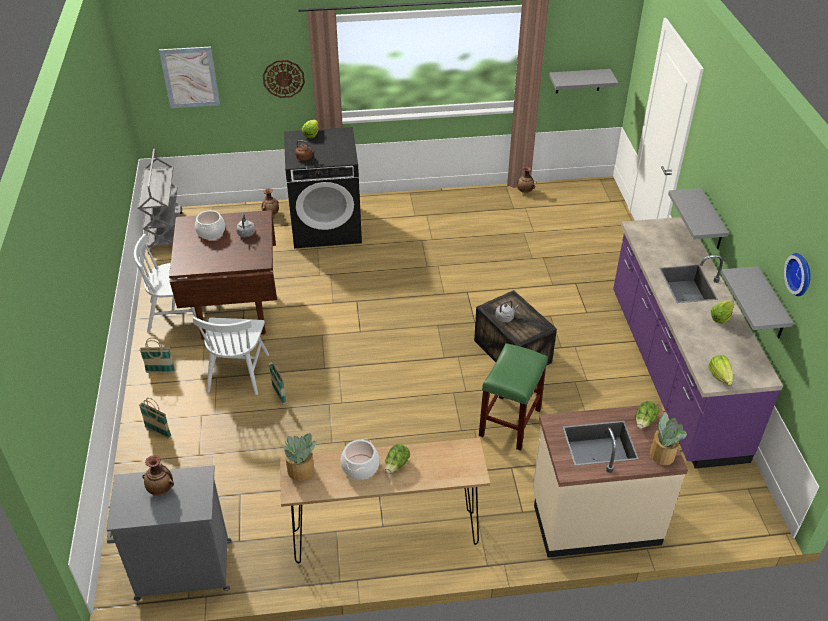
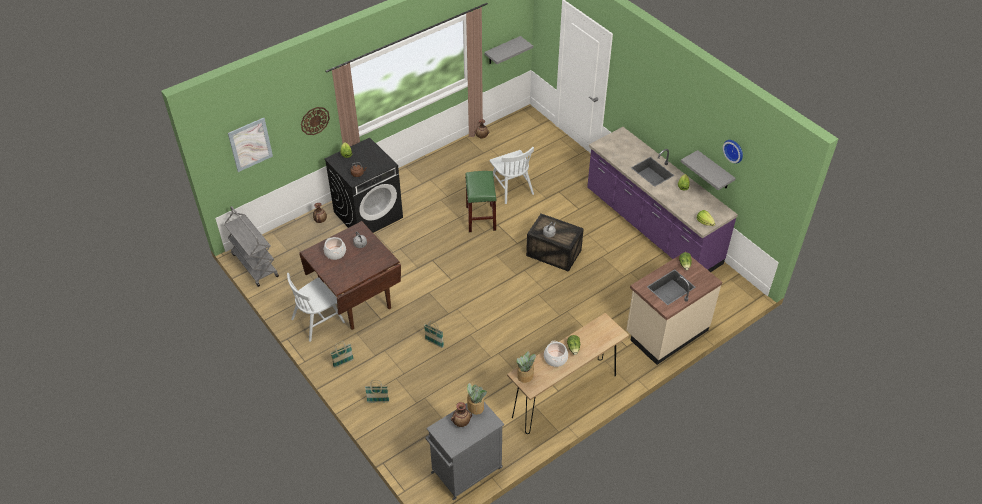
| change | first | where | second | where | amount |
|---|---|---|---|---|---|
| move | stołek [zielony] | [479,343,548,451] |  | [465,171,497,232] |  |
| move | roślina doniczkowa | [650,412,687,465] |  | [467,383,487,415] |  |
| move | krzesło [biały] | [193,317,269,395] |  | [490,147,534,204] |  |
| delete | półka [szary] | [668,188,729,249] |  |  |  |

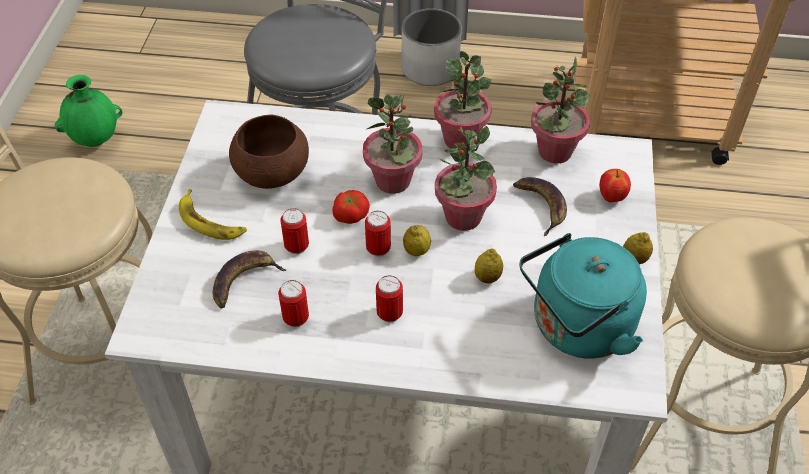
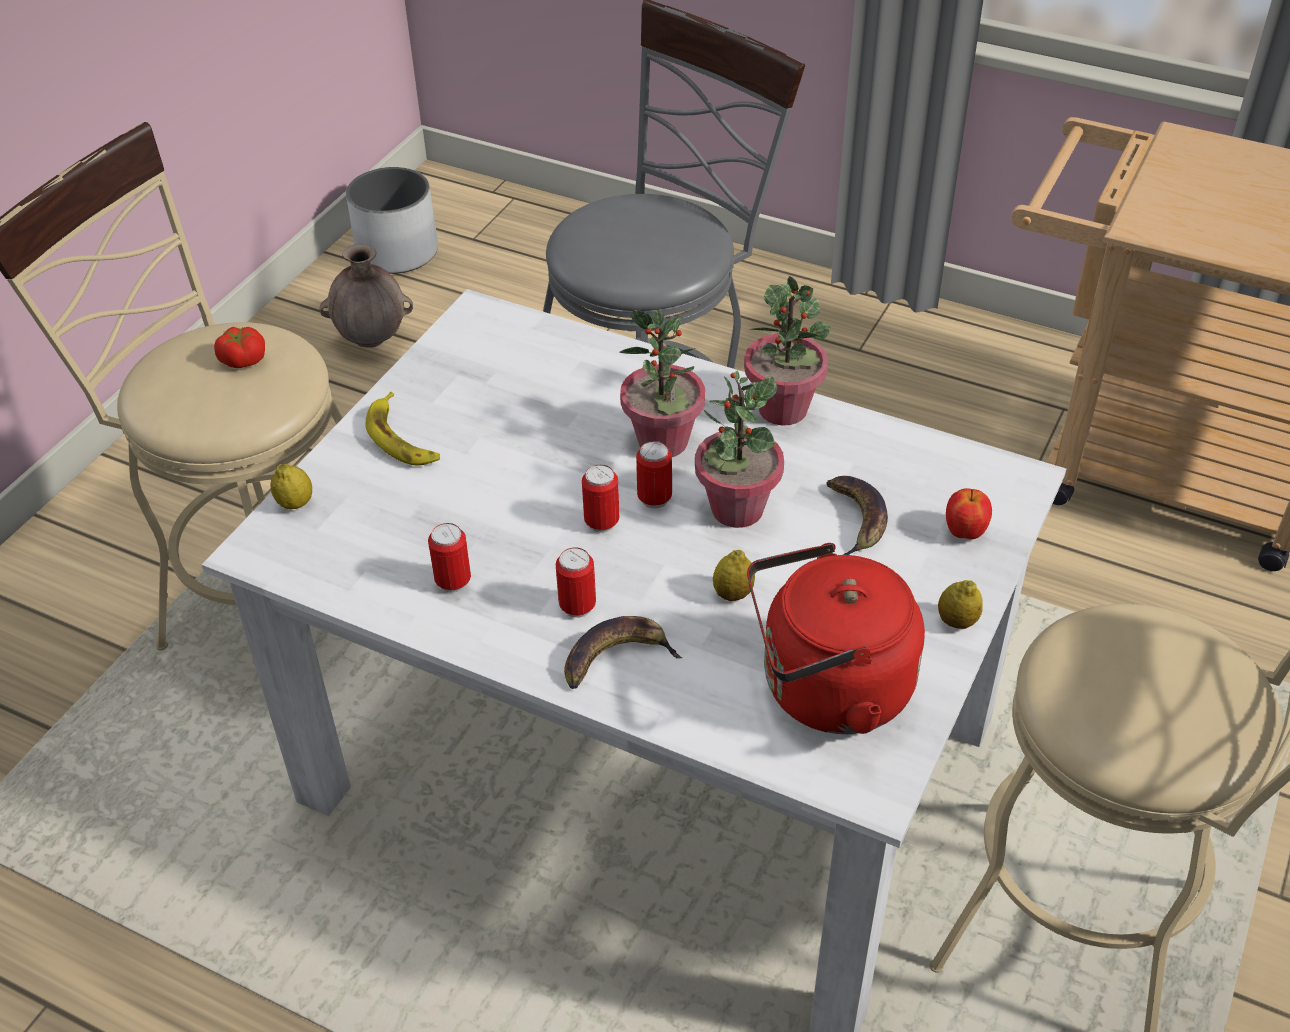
| change | first | where | second | where | amount |
|---|---|---|---|---|---|
| move | pomidor | [332,190,370,224] |  | [214,327,265,368] |  |
| move | cytryna | [403,225,431,256] |  | [270,464,312,509] |  |
| recolor | wazon [zielony] | [55,75,123,147] | wazon [brązowy] | [320,244,413,348] |  |
| move | donica [biały] | [401,9,461,86] |  | [346,167,438,274] |  |
| move | banan | [213,250,286,308] |  | [564,616,682,689] |  |
| move | puszka | [280,208,309,254] |  | [636,441,672,508] |  |
| recolor | czajnik [turkusowy] | [520,233,647,359] | czajnik [czerwony] | [747,543,925,734] |  |
| delete | miska [brązowy] | [229,115,309,189] |  |  |  |
| delete | roślina doniczkowa | [531,57,590,164] |  |  |  |

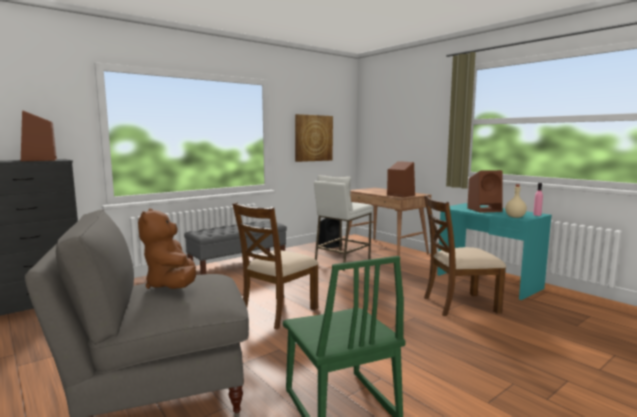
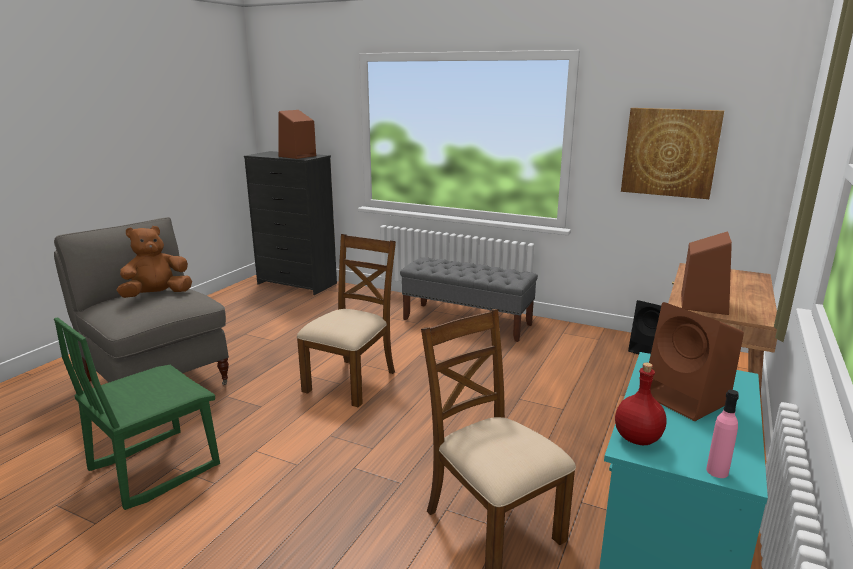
| change | first | where | second | where | amount |
|---|---|---|---|---|---|
| rotate | krzesło [brązowy] | [232,202,319,330] |  | [297,234,396,407] | 105 degrees clockwise |
| recolor | butelka [beżowy] | [505,184,527,218] | butelka [czerwony] | [615,363,667,445] |  |
| delete | stołek [biały] | [314,175,373,271] |  |  |  |

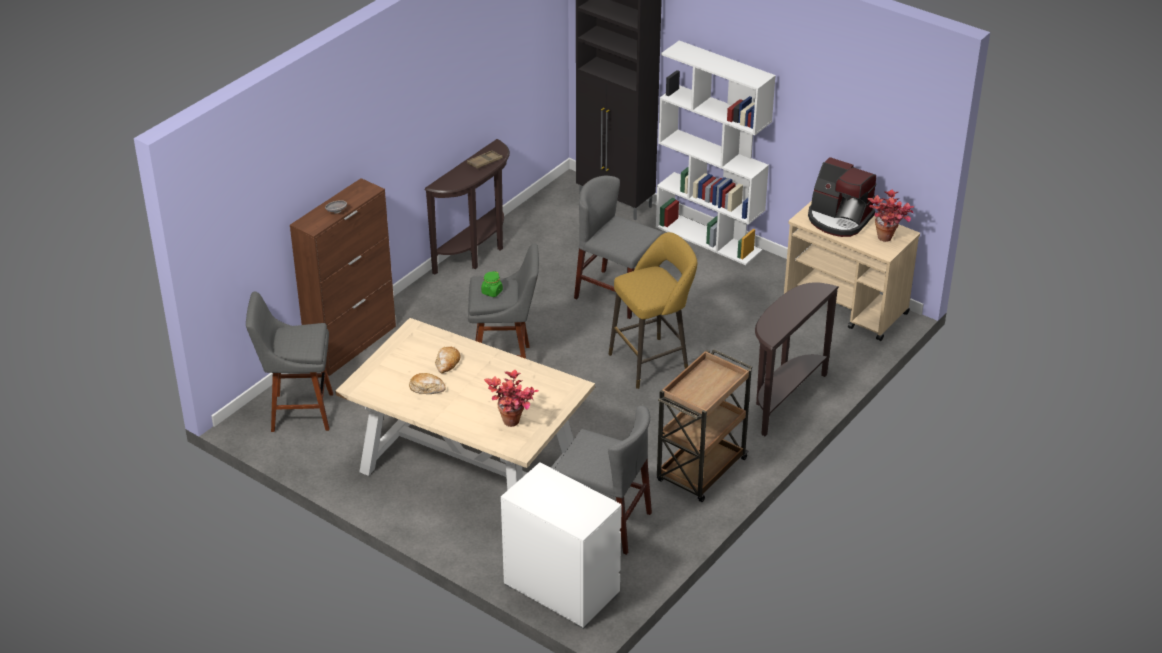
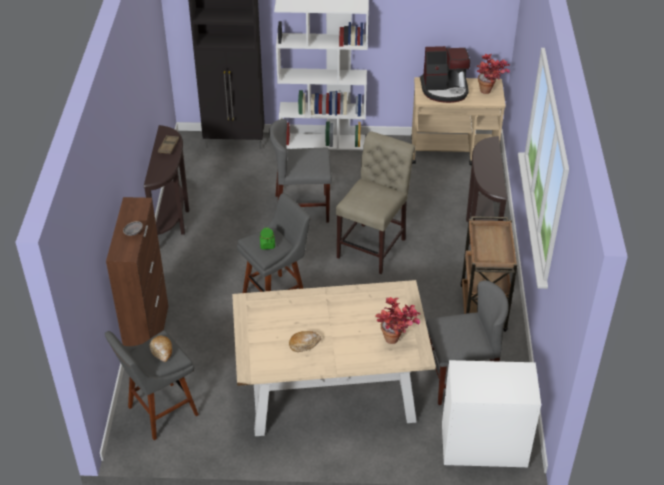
| change | first | where | second | where | amount |
|---|---|---|---|---|---|
| move | chleb | [435,347,460,373] |  | [150,336,172,362] |  |
| replace | stołek [żółty] | [608,232,697,389] | krzesło [beżowy] | [336,131,416,274] |  |

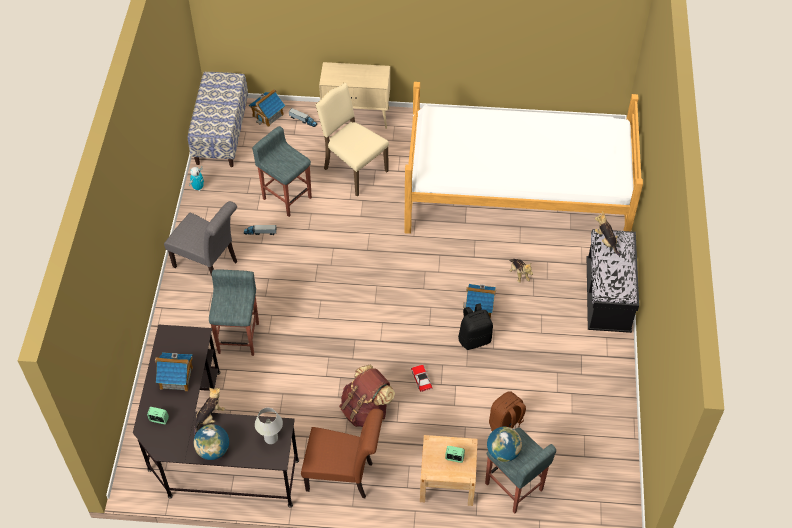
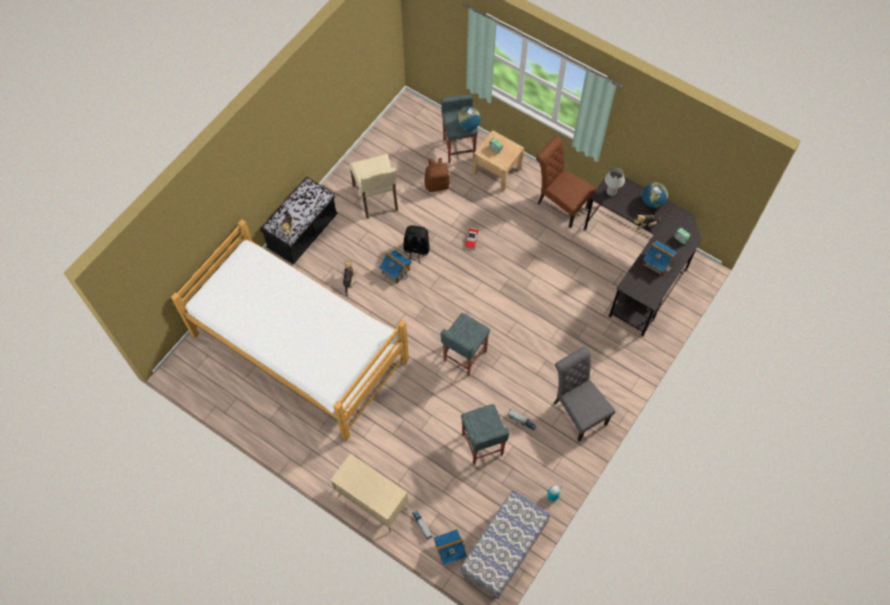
| change | first | where | second | where | amount |
|---|---|---|---|---|---|
| move | krzesło [beżowy] | [315,83,389,197] |  | [349,154,398,219] |  |
| move | stołek [szary] | [209,269,259,356] |  | [441,313,490,376] |  |
| delete | plecak [brązowy] | [339,365,395,427] |  |  |  |

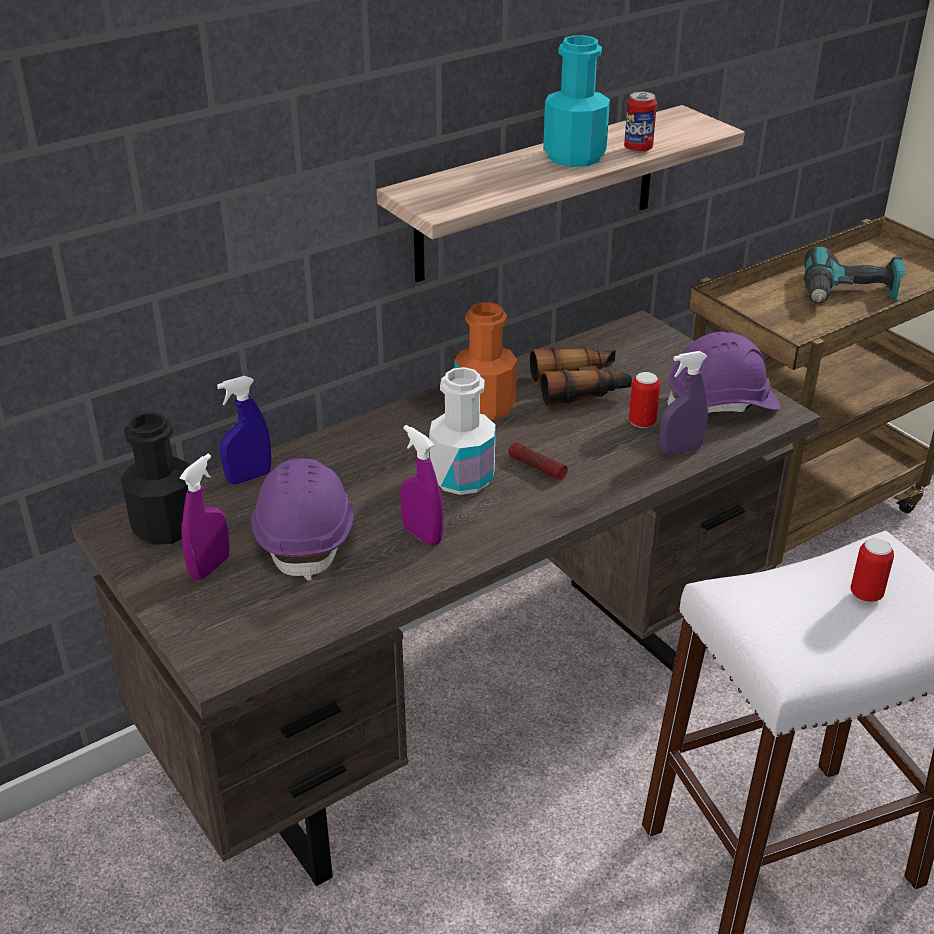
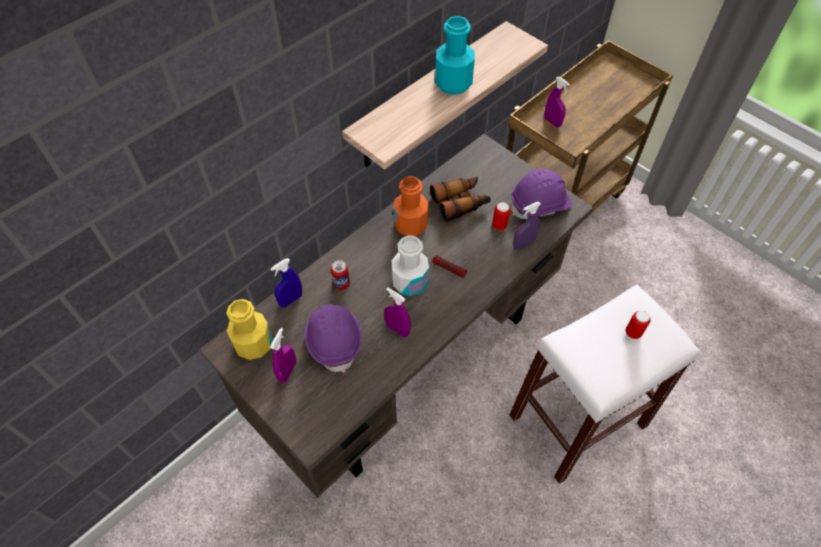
| change | first | where | second | where | amount |
|---|---|---|---|---|---|
| recolor | butelka [czarny] | [121,412,190,545] | butelka [żółty] | [226,299,273,360] |  |
| move | puszka | [624,92,657,153] |  | [331,260,350,290] |  |
| insert |  |  | spryskiwacz [fioletowy] | [544,77,570,127] |  |
| delete | wiertarka | [804,246,906,303] |  |  |  |

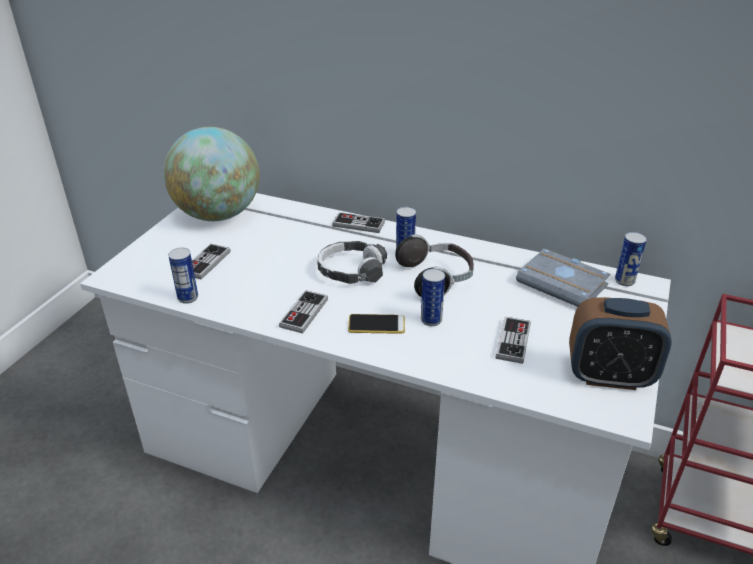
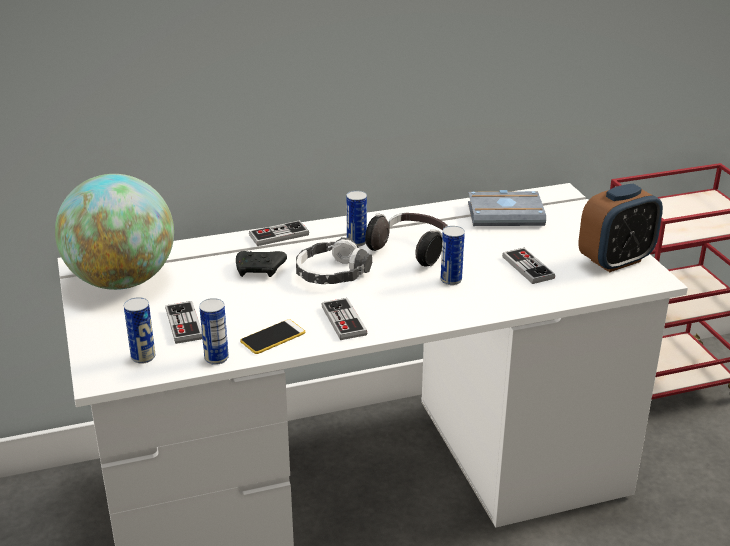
| change | first | where | second | where | amount |
|---|---|---|---|---|---|
| move | puszka | [615,232,647,286] |  | [124,297,155,364] |  |
| insert |  |  | pad do gier [czarny] | [236,251,287,277] |  |
| move | telefon | [348,314,405,334] |  | [240,319,305,354] |  |

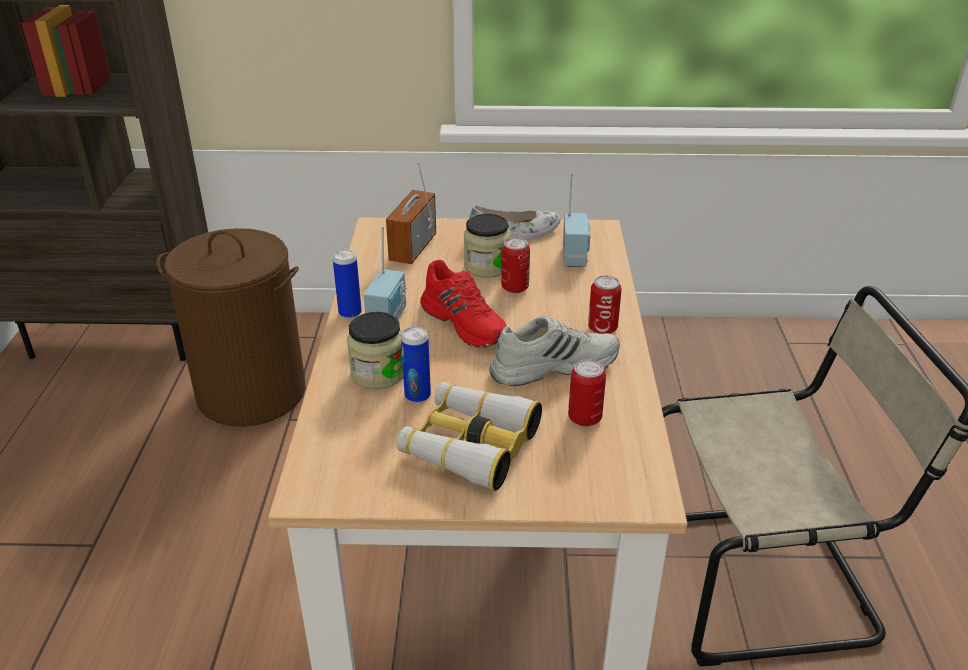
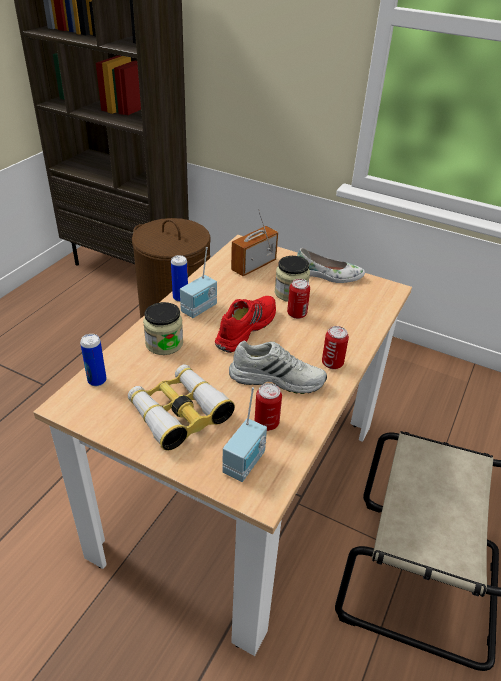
| change | first | where | second | where | amount |
|---|---|---|---|---|---|
| move | puszka | [401,327,431,403] |  | [80,334,107,386] |  |
| rotate | but [czerwony] | [420,260,507,348] |  | [215,296,276,353] | 135 degrees counterclockwise |
| move | radio | [563,173,591,267] |  | [222,387,267,482] |  |

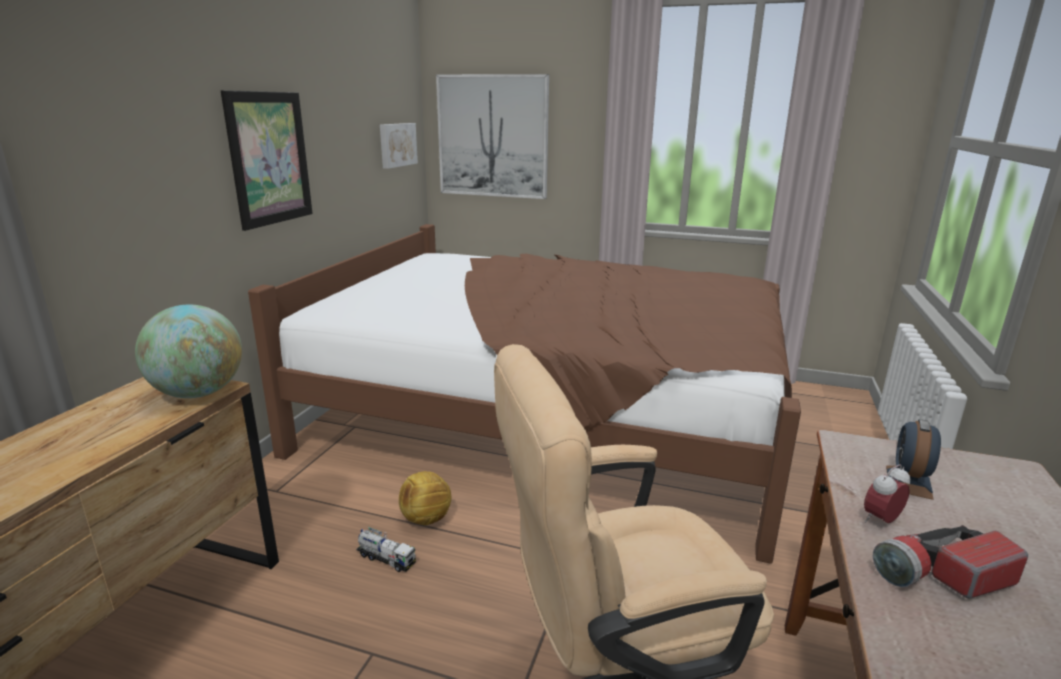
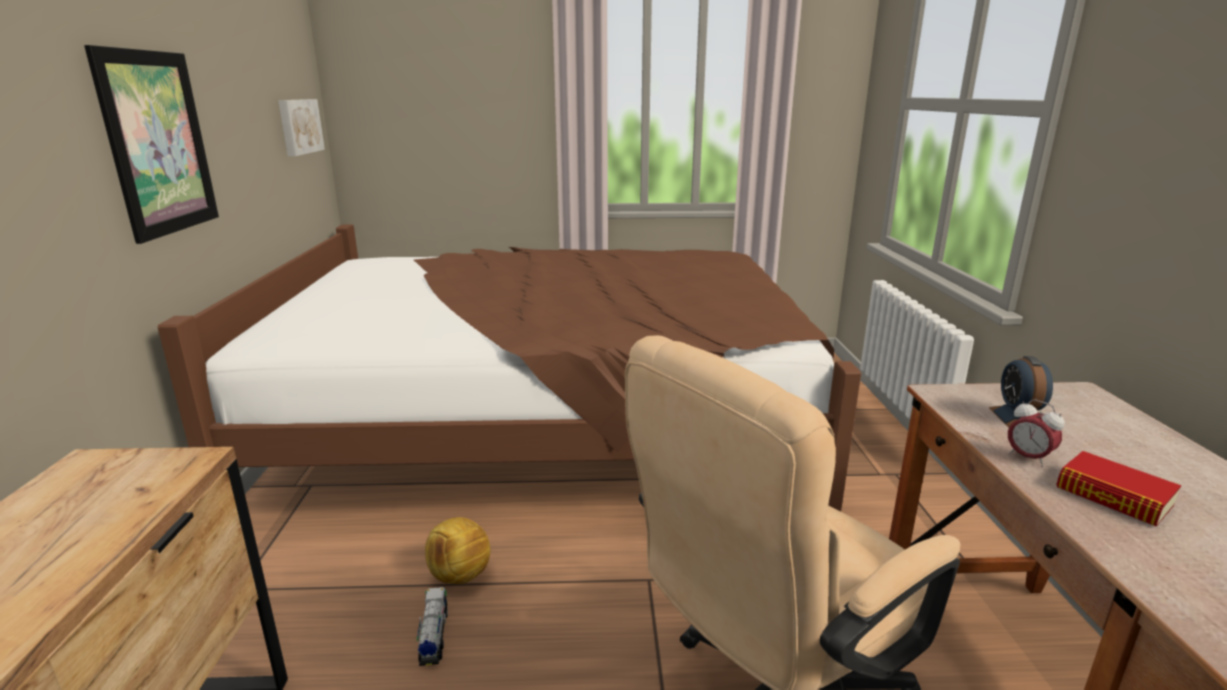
| change | first | where | second | where | amount |
|---|---|---|---|---|---|
| rotate | ciężarówka zabawkowa | [356,527,416,572] |  | [417,587,448,666] | 105 degrees counterclockwise |
| rotate | budzik | [864,464,911,523] |  | [1008,399,1065,467] | 75 degrees counterclockwise |
| replace | latarka | [873,525,1028,598] | książka | [1056,451,1181,527] |  |
| delete | globus | [135,305,242,398] |  |  |  |
| delete | obraz | [436,74,549,199] |  |  |  |

